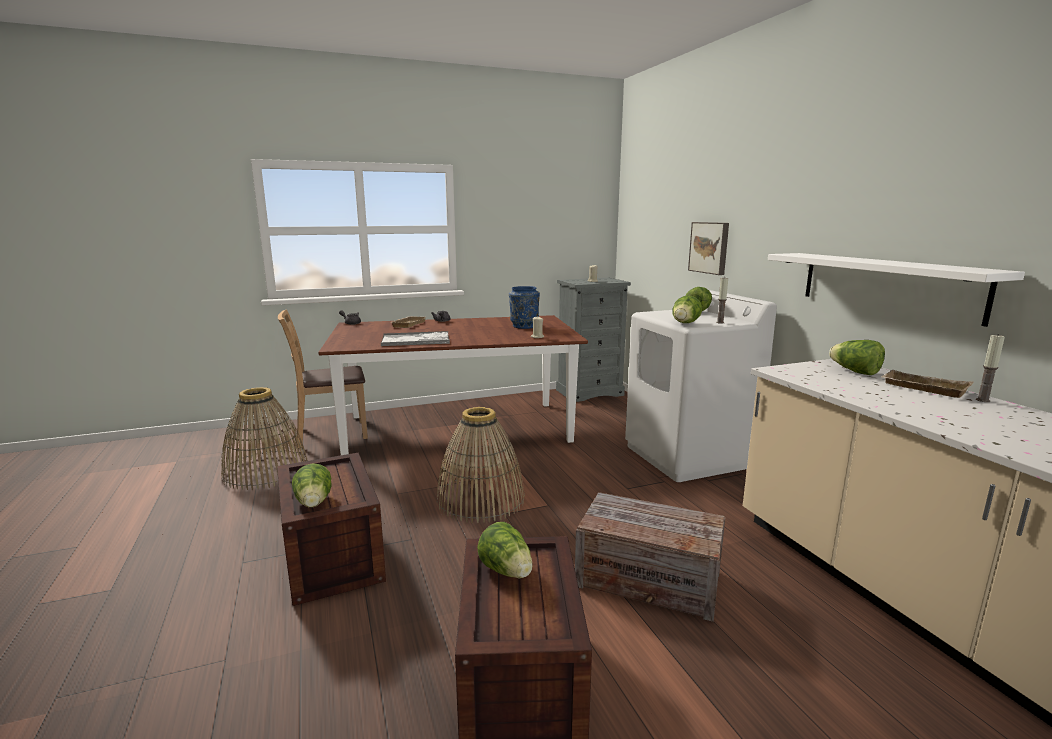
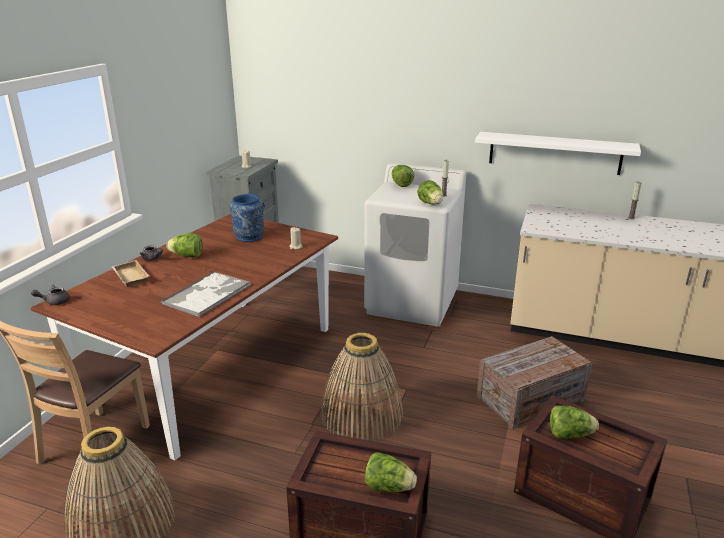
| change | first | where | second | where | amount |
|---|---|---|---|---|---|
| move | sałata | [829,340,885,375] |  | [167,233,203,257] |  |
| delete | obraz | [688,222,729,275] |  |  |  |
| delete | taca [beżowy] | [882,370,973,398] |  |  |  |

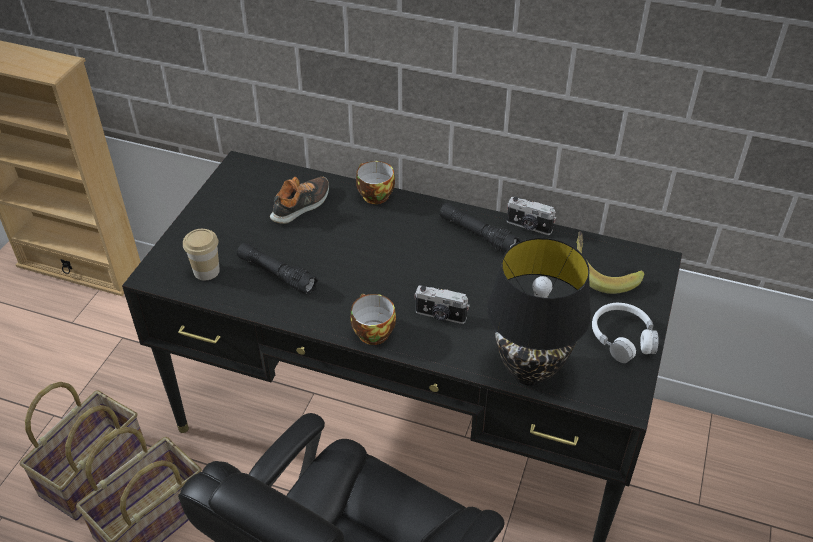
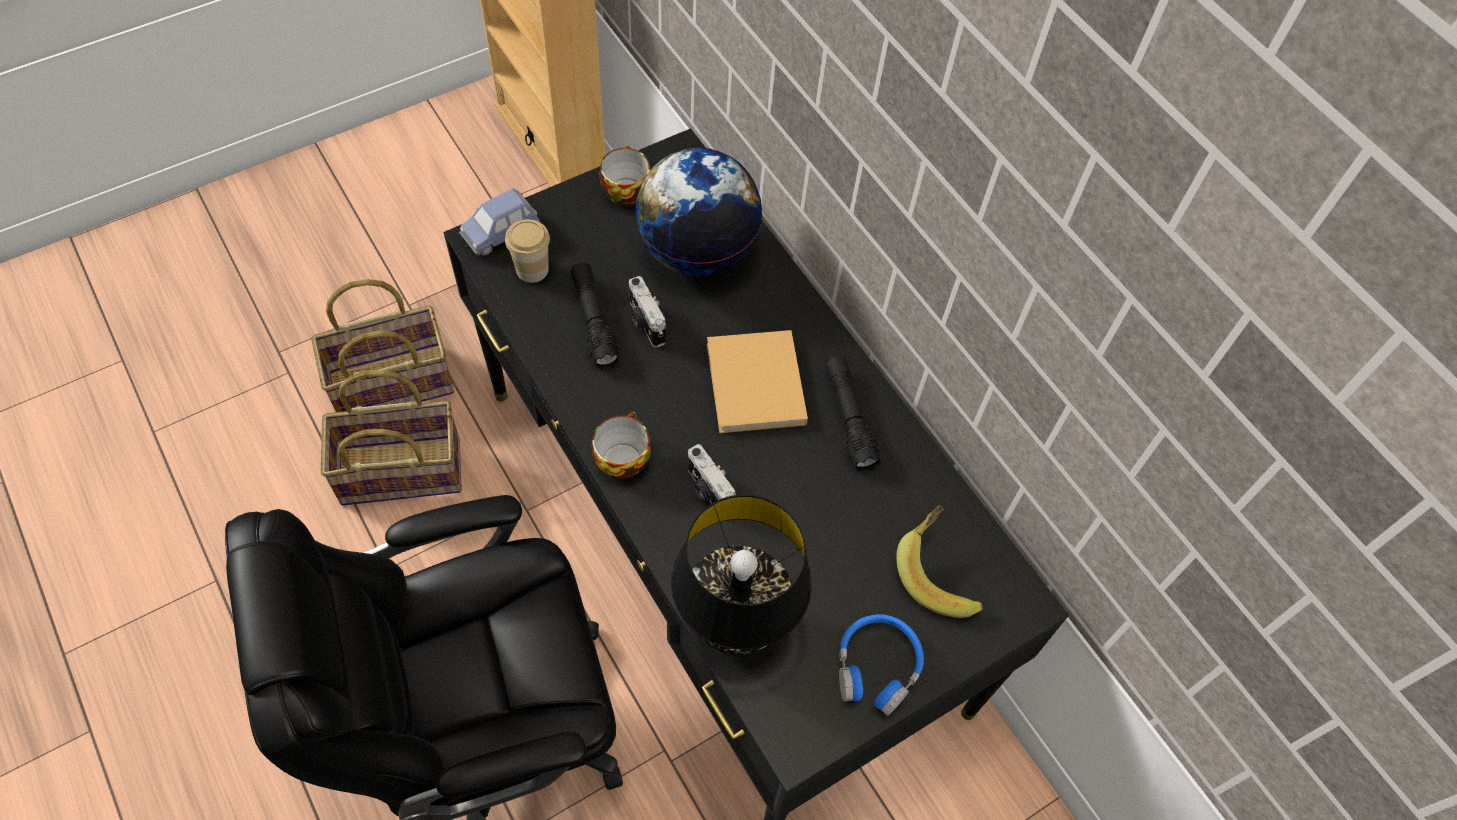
| change | first | where | second | where | amount |
|---|---|---|---|---|---|
| insert |  |  | samochodzik [niebieski] | [459,188,540,256] |  |
| move | filiżanka | [356,161,395,204] |  | [600,146,651,206] |  |
| move | aparat fotograficzny | [507,197,556,235] |  | [629,276,666,348] |  |
| replace | but | [270,177,329,224] | globus | [635,148,763,276] |  |
| insert |  |  | książka [beżowy] | [707,330,808,433] |  |
| recolor | słuchawki [biały] | [592,303,659,363] | słuchawki [niebieski] | [839,614,924,716] |  |

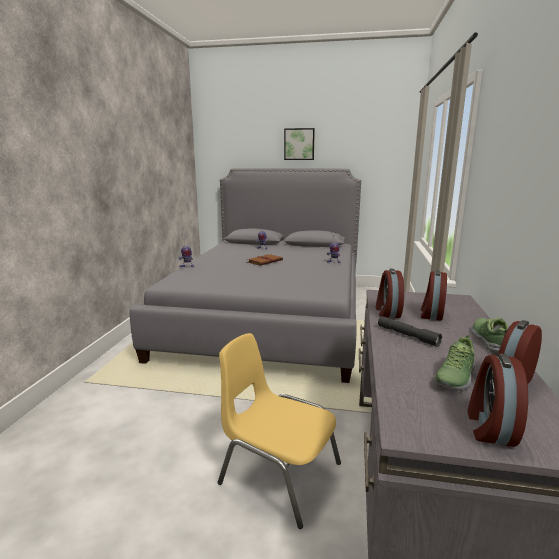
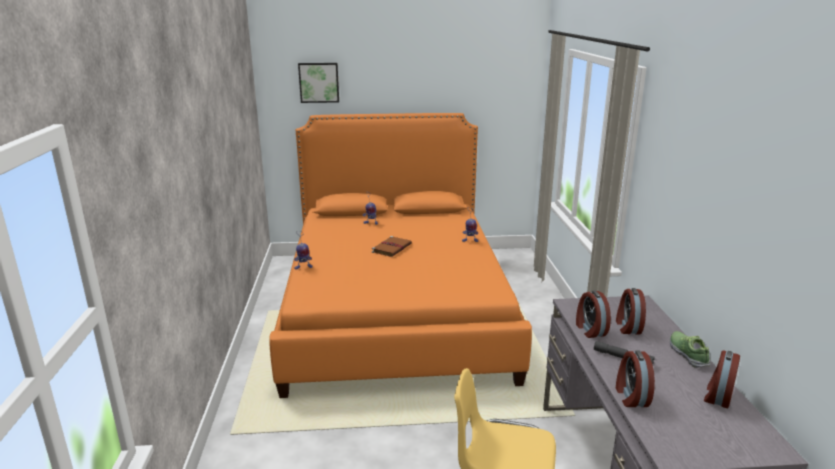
| change | first | where | second | where | amount |
|---|---|---|---|---|---|
| recolor | łóżko [szary] | [129,168,361,383] | łóżko [pomarańczowy] | [269,113,532,398] |  |
| move | obraz | [284,128,315,160] |  | [298,63,339,103] |  |
| move | budzik | [467,354,528,447] |  | [616,351,655,407] |  |
| delete | but | [434,335,476,390] |  |  |  |

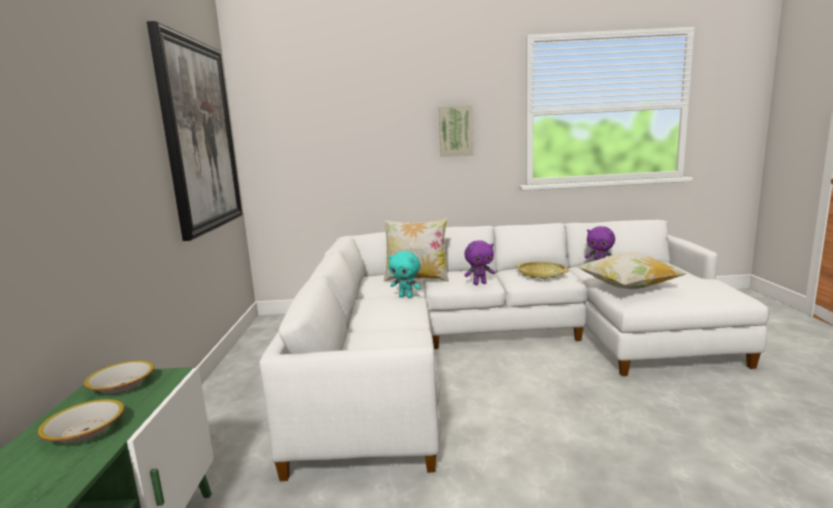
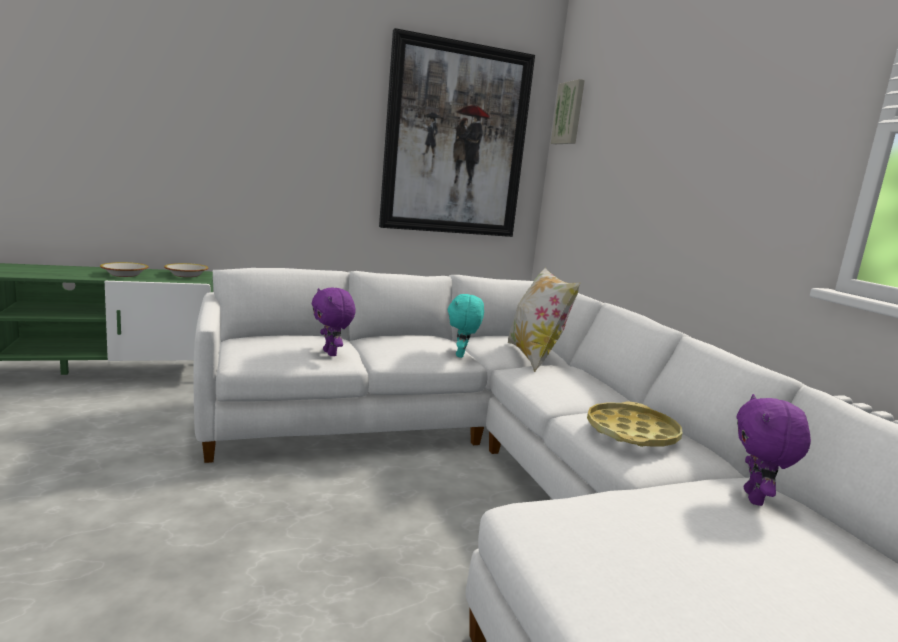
| change | first | where | second | where | amount |
|---|---|---|---|---|---|
| move | pluszak [fioletowy] | [464,240,495,285] |  | [312,287,356,356] |  |
| move | obraz | [439,105,473,157] |  | [551,79,585,144] |  |
| delete | poduszka | [577,252,686,289] |  |  |  |

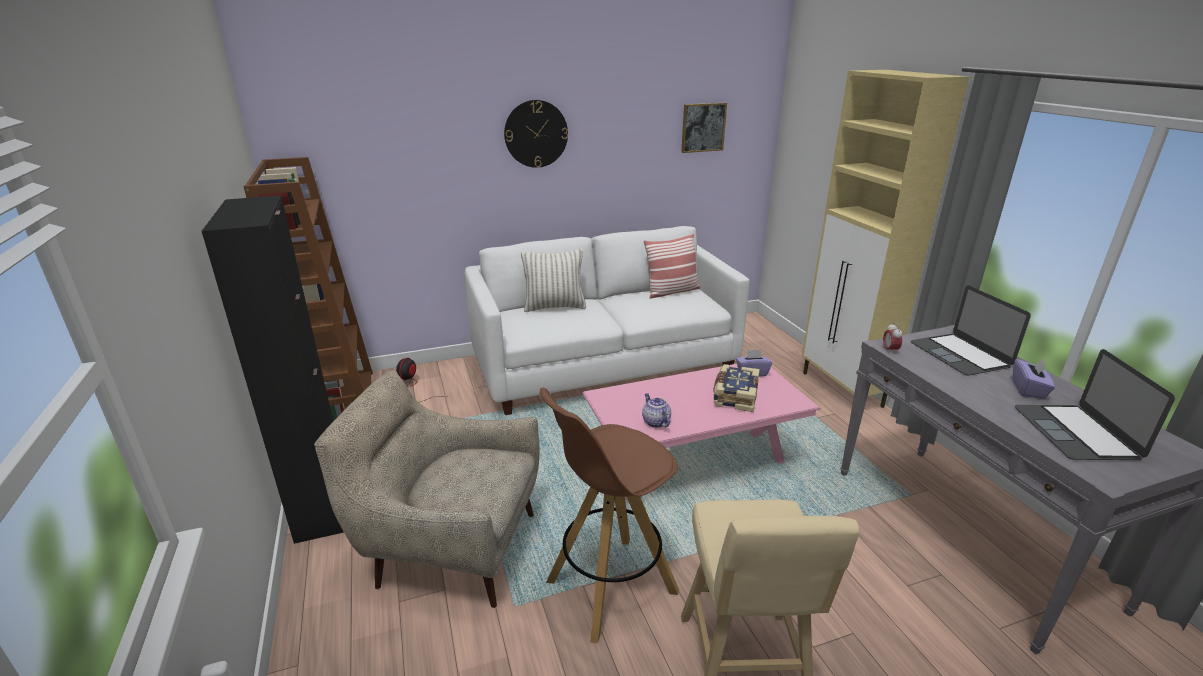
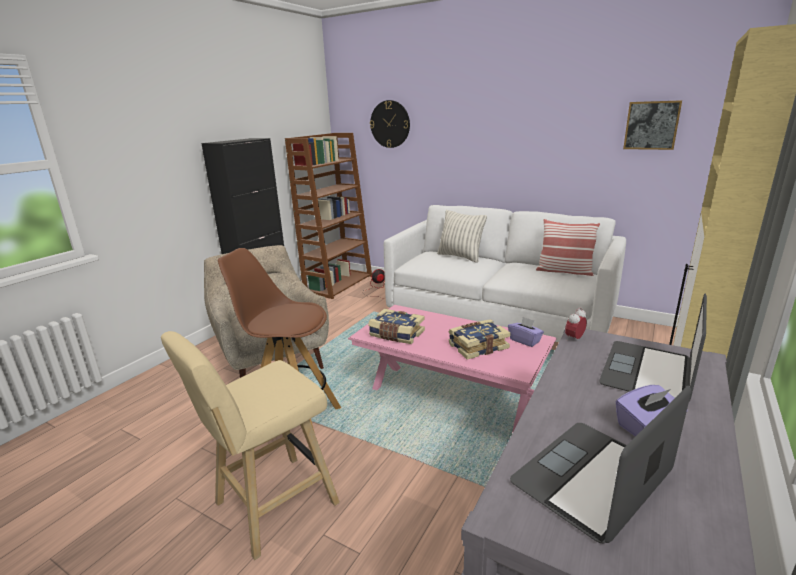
| change | first | where | second | where | amount |
|---|---|---|---|---|---|
| replace | imbryk | [642,393,671,428] | książka | [368,309,425,344] |  |
| move | zegar ścienny | [504,100,568,168] |  | [370,100,410,148] |  |

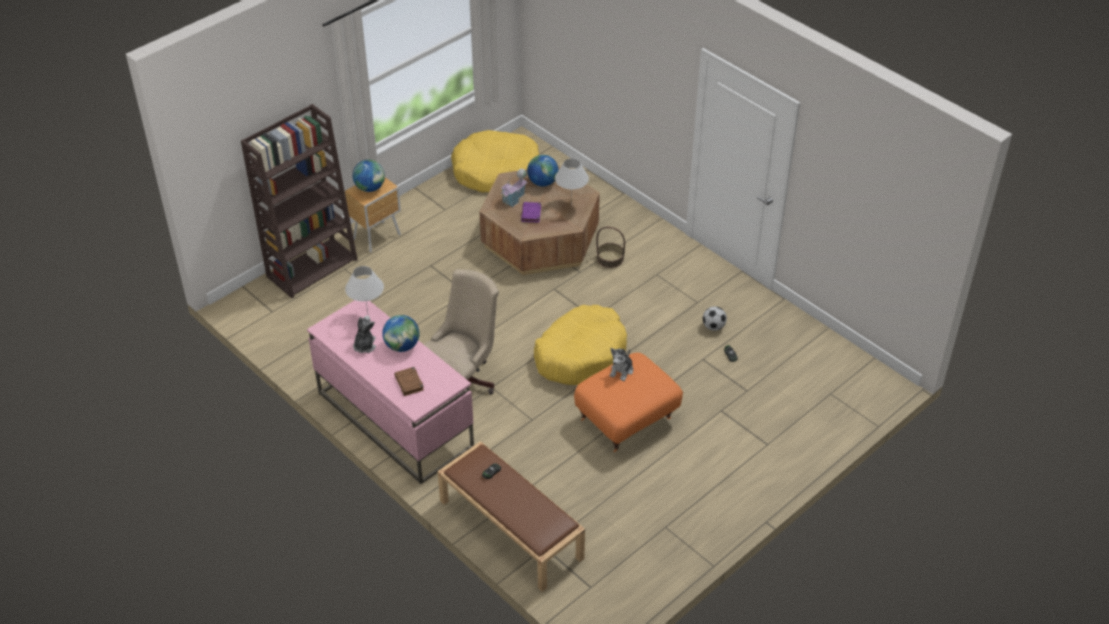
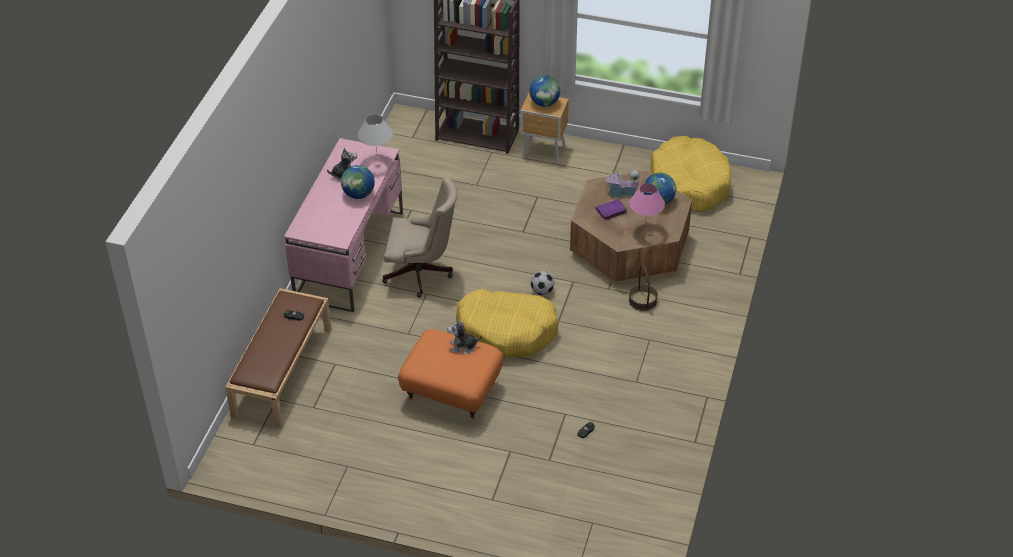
| change | first | where | second | where | amount |
|---|---|---|---|---|---|
| move | piłka futbolowa | [703,306,727,331] |  | [531,271,554,295] |  |
| recolor | lampa stołowa [biały] | [555,158,589,206] | lampa stołowa [różowy] | [629,183,665,228] |  |
| delete | książka [brązowy] | [394,367,424,396] |  |  |  |

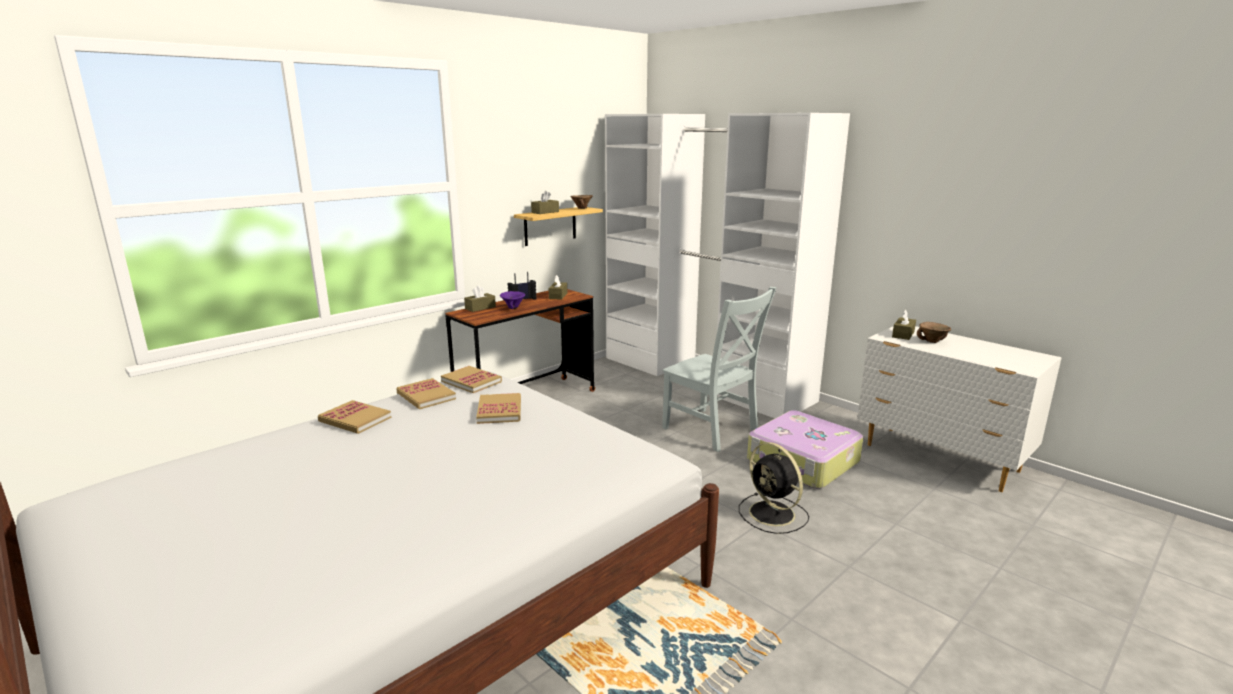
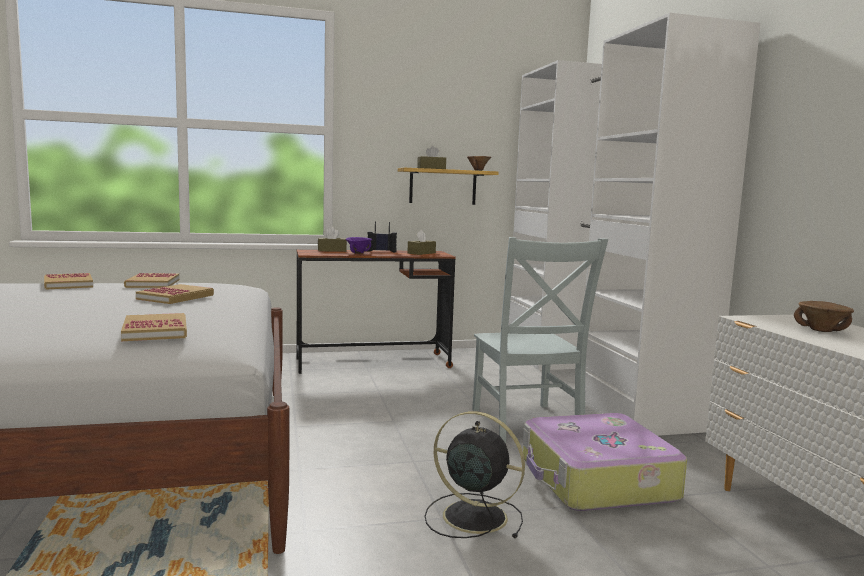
| change | first | where | second | where | amount |
|---|---|---|---|---|---|
| move | książka | [441,366,502,393] |  | [121,313,187,341] |  |
| rotate | wentylator [czarny] | [739,442,809,534] |  | [425,411,525,538] | 120 degrees clockwise |
| delete | pudełko chusteczek [brązowy] | [892,309,916,340] |  |  |  |

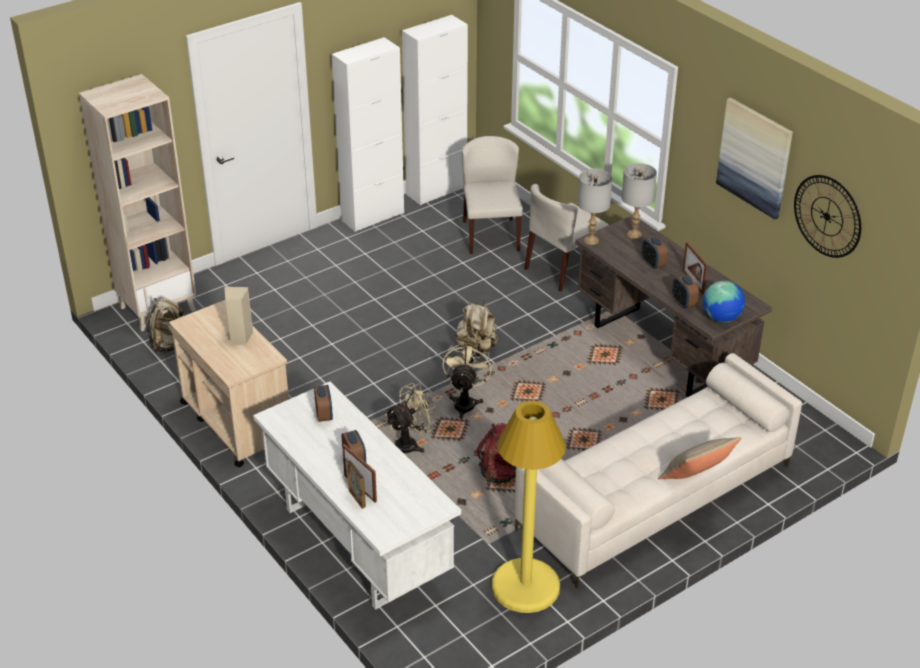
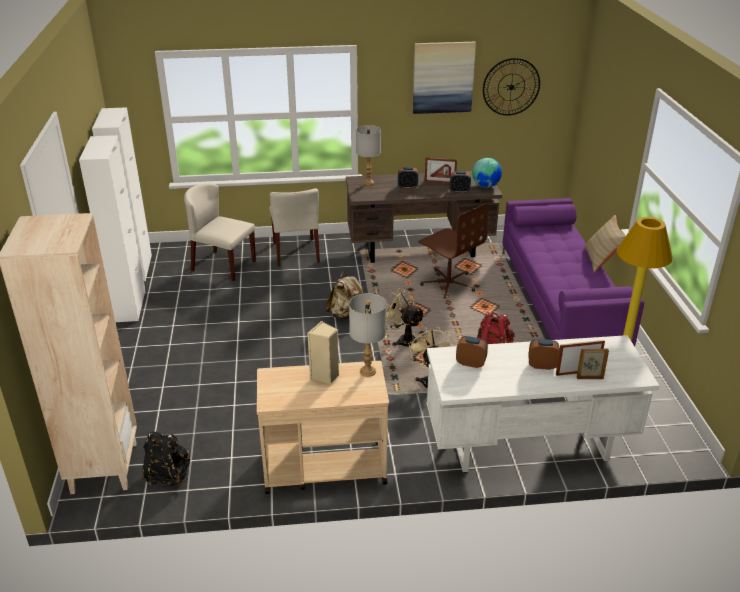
| change | first | where | second | where | amount |
|---|---|---|---|---|---|
| recolor | plecak [beżowy] | [146,298,185,354] | plecak [czarny] | [142,432,190,487] |  |
| move | lampa stołowa [szary] | [578,169,612,245] |  | [349,293,387,377] |  |
| insert |  |  | krzesło biurowe [brązowy] | [418,203,488,299] |  |
| recolor | kanapa [beżowy] | [514,353,802,589] | kanapa [fioletowy] | [503,198,644,346] |  |

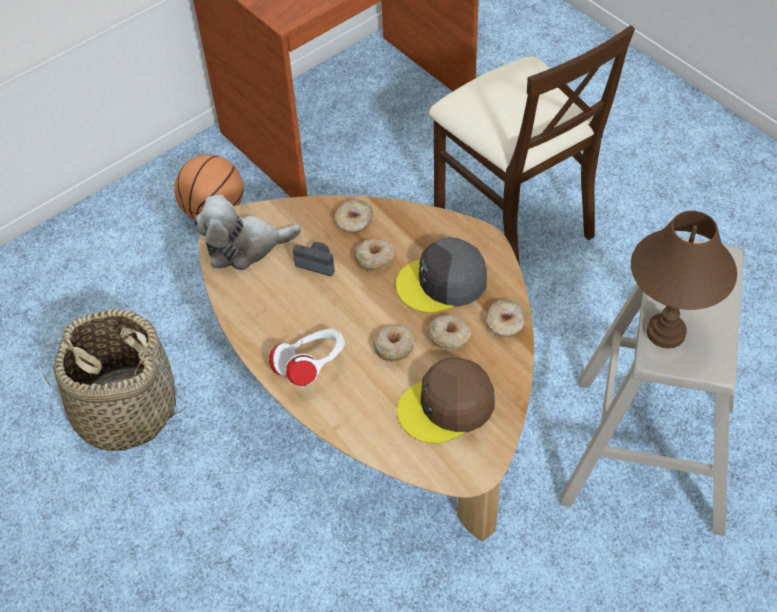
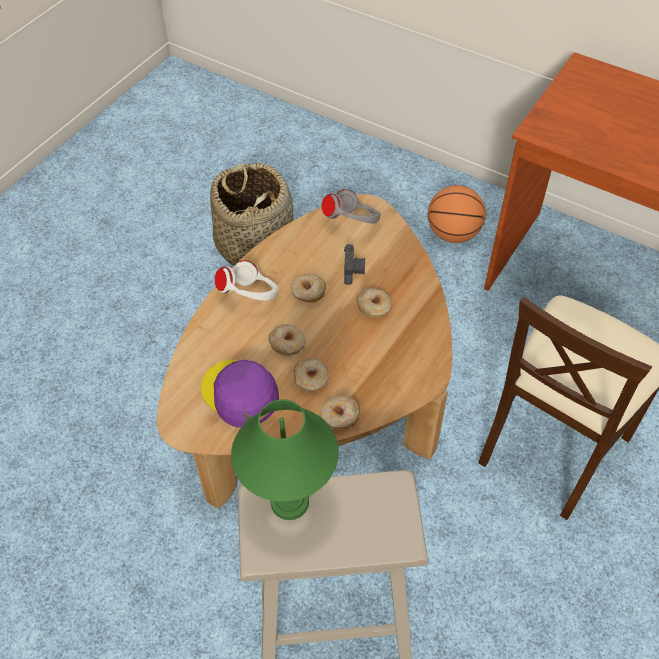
| change | first | where | second | where | amount |
|---|---|---|---|---|---|
| recolor | czapka z daszkiem [brązowy] | [397,357,495,444] | czapka z daszkiem [fioletowy] | [201,360,279,428] |  |
| recolor | lampa stołowa [brązowy] | [631,211,737,349] | lampa stołowa [zielony] | [231,399,339,520] |  |
| move | donut | [335,199,373,233] |  | [291,274,326,303] |  |
| replace | pluszak | [194,195,302,270] | słuchawki [szary] | [322,189,381,224] |  |
| delete | czapka z daszkiem [szary] | [396,237,487,313] |  |  |  |

